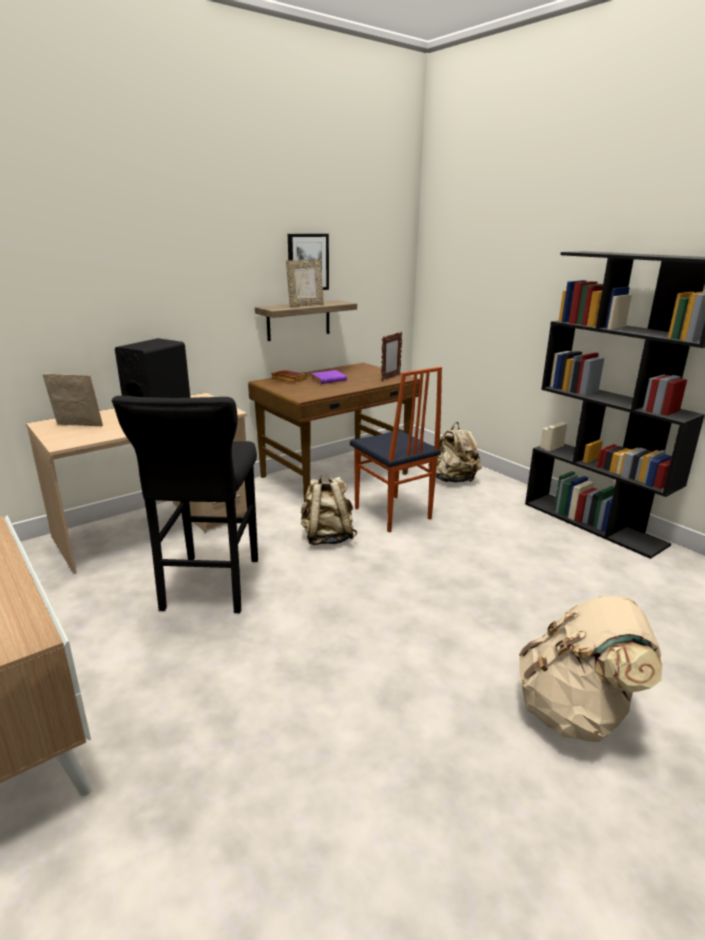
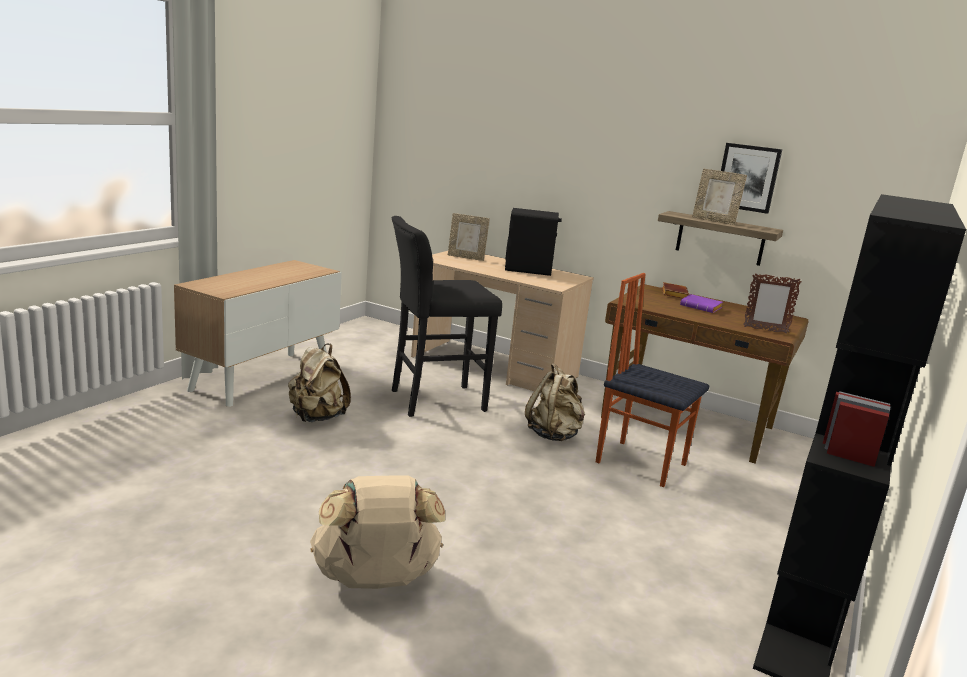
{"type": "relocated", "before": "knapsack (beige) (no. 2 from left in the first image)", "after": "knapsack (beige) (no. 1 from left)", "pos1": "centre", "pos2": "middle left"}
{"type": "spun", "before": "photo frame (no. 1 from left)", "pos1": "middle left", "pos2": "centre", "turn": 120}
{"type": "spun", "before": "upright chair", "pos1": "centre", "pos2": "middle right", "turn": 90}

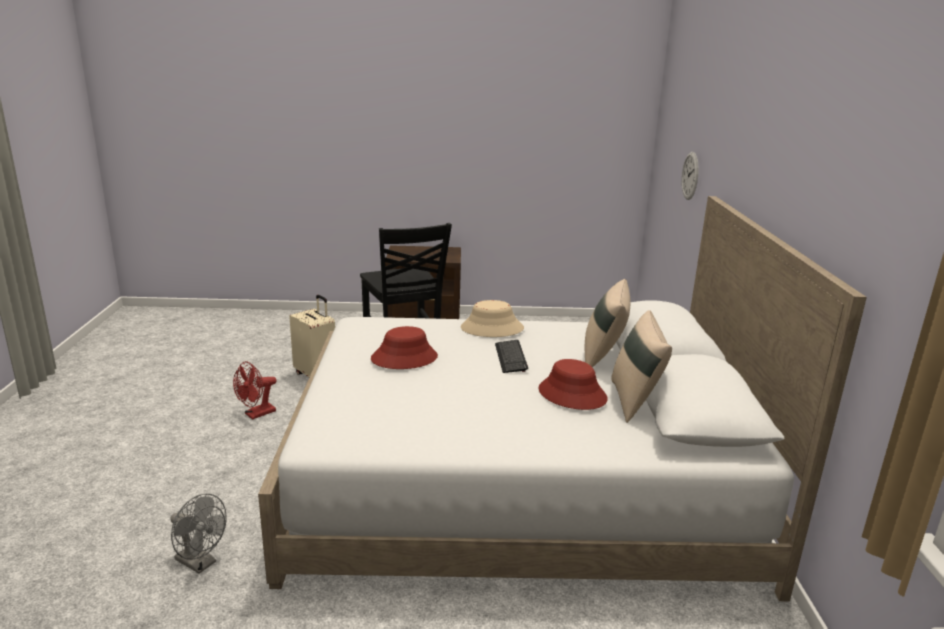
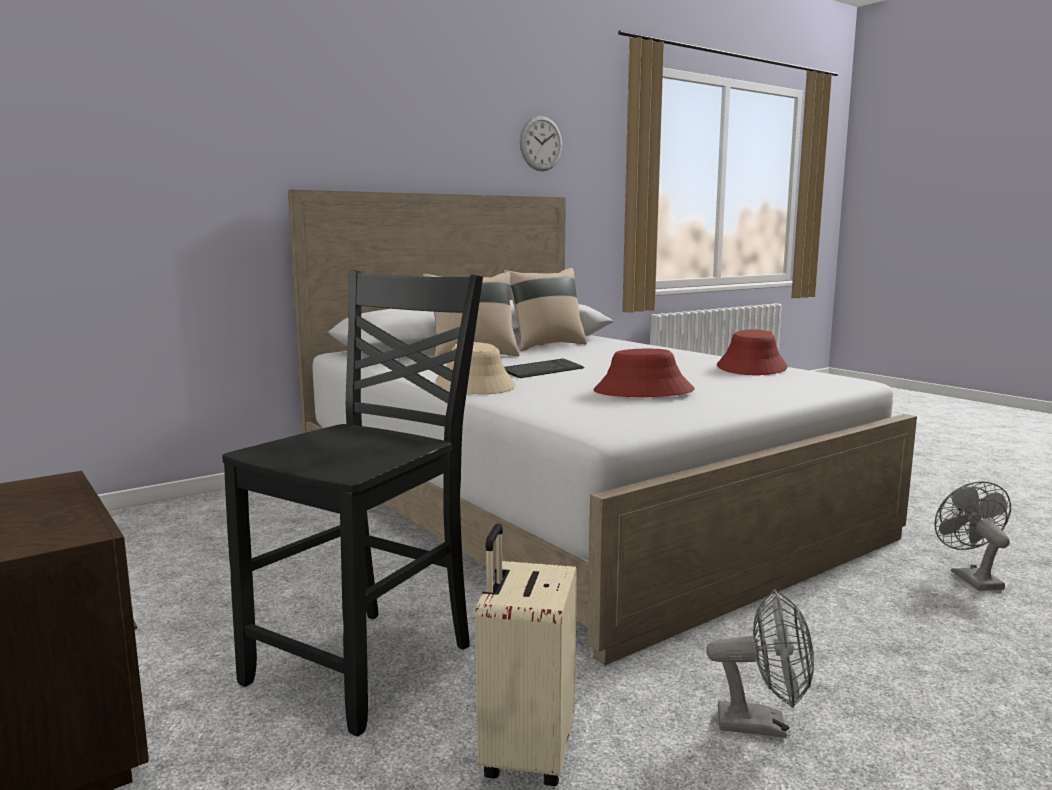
{"type": "relocated", "before": "clothing hat (red-coloured) (no. 2 from left)", "pos1": "centre", "pos2": "middle right"}
{"type": "relocated", "before": "hanging clock", "pos1": "top right", "pos2": "top centre"}
{"type": "colour", "before": "cooling fan (red-coloured)", "after": "cooling fan (greyish) (no. 1 from left)", "pos1": "middle left", "pos2": "bottom right"}

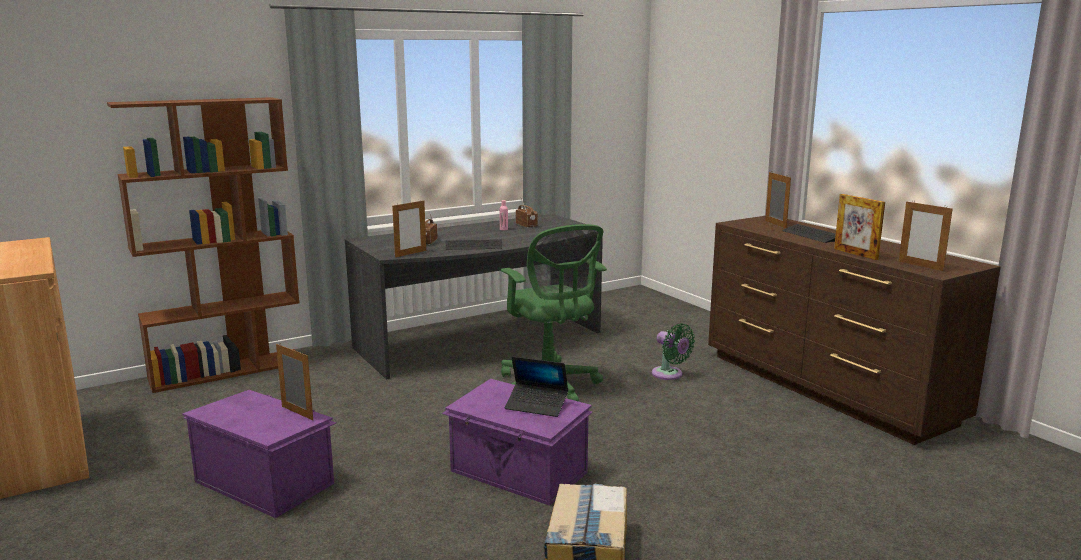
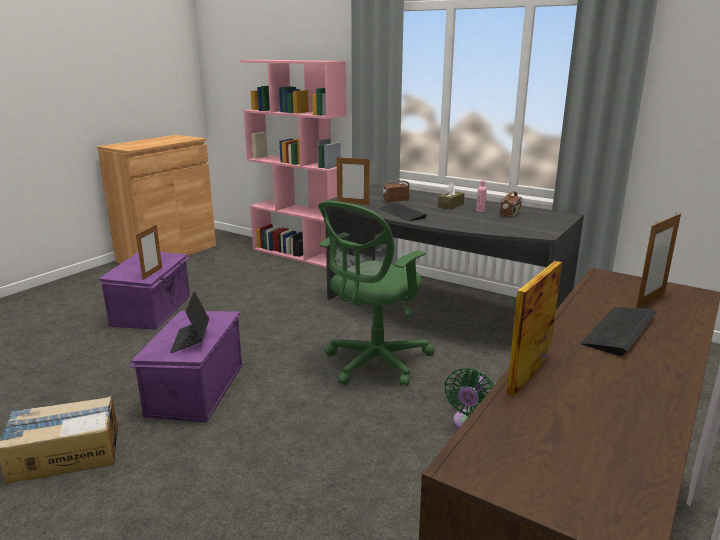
{"type": "missing", "before": "photo frame (no. 5 from left)", "pos1": "middle right"}
{"type": "appeared", "after": "box of tissues (brown-coloured)", "pos2": "centre"}
{"type": "colour", "before": "bookcase (brown-coloured)", "after": "bookcase (pink)", "pos1": "middle left", "pos2": "top centre"}

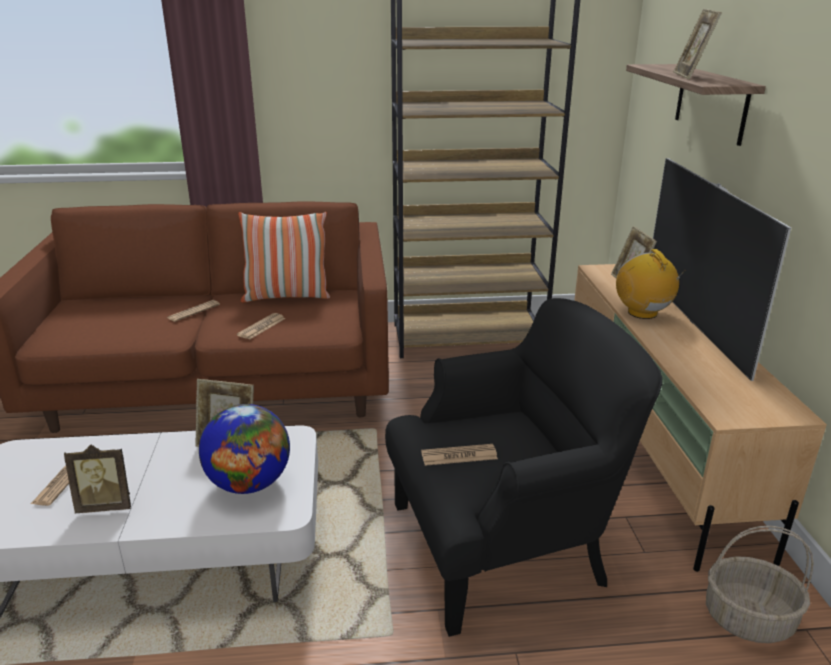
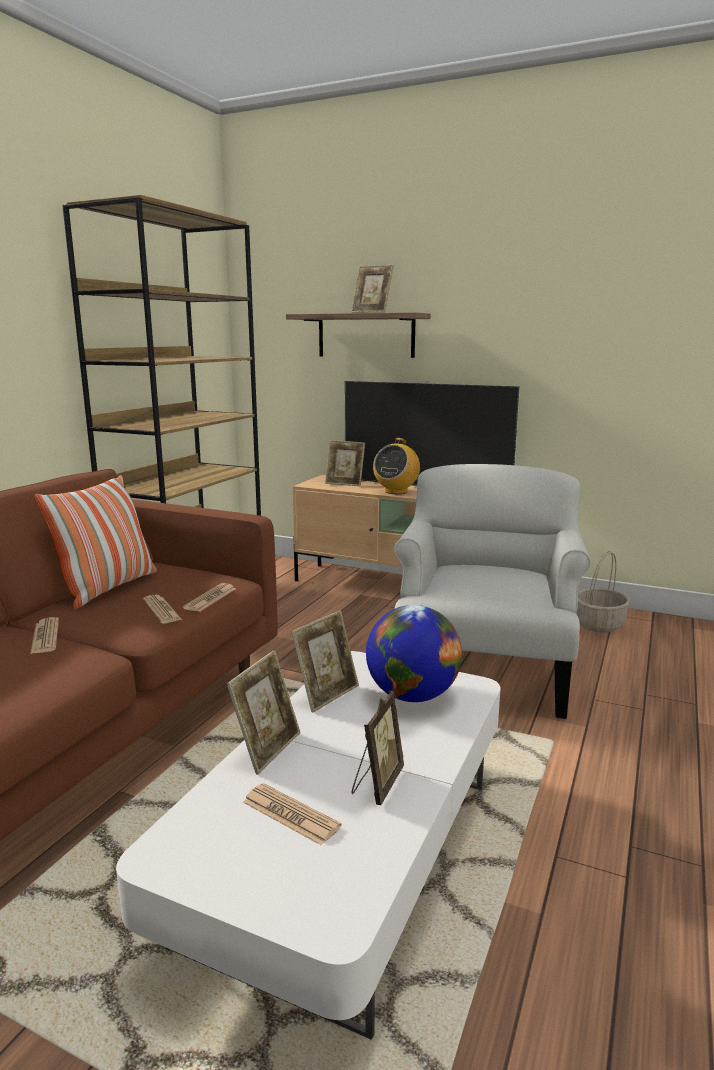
{"type": "appeared", "after": "photo frame (no. 1 from left)", "pos2": "centre"}
{"type": "relocated", "before": "newspaper (no. 4 from left in the first image)", "after": "newspaper (no. 3 from left)", "pos1": "bottom centre", "pos2": "middle left"}
{"type": "colour", "before": "armchair (blackish)", "after": "armchair (whitish)", "pos1": "bottom centre", "pos2": "middle right"}
{"type": "spun", "before": "radio", "pos1": "middle right", "pos2": "centre", "turn": -75}

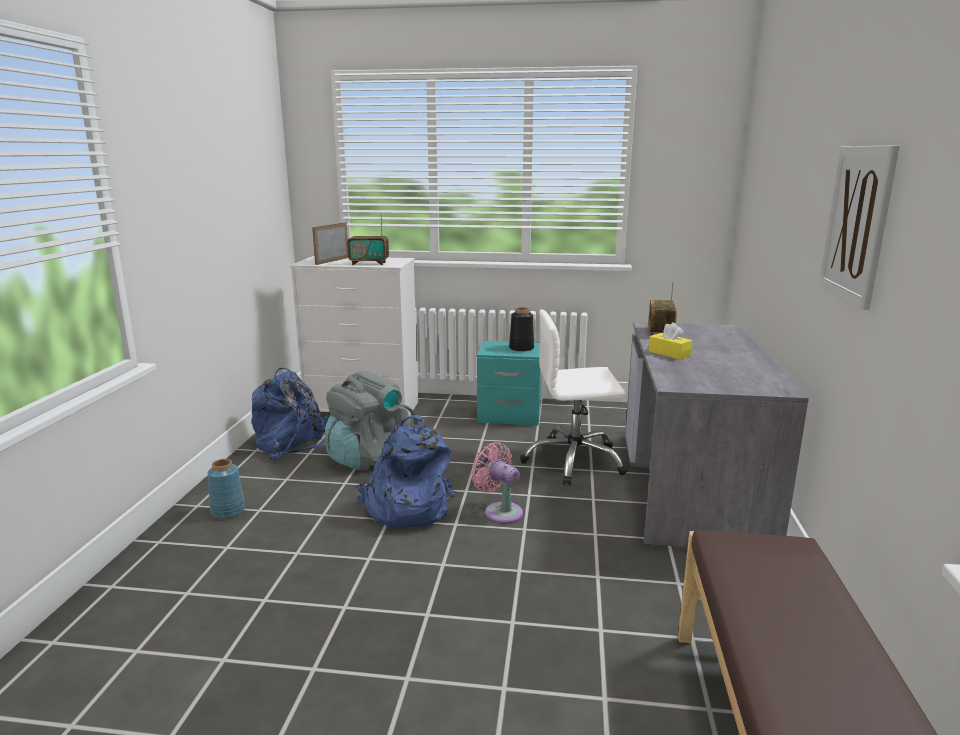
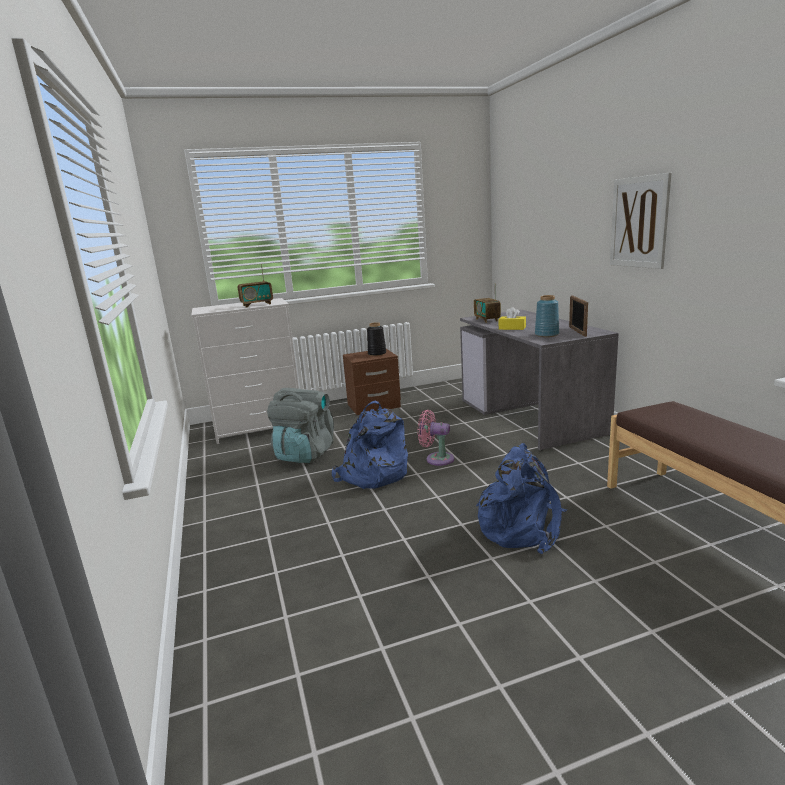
{"type": "missing", "before": "office chair (whitish)", "pos1": "centre"}
{"type": "relocated", "before": "flower vase (blue-coloured)", "pos1": "middle left", "pos2": "middle right"}
{"type": "relocated", "before": "knapsack (blue-coloured) (no. 1 from left in the first image)", "after": "knapsack (blue-coloured) (no. 2 from left)", "pos1": "middle left", "pos2": "centre"}
{"type": "relocated", "before": "photo frame", "pos1": "top centre", "pos2": "middle right"}
{"type": "colour", "before": "bedside table (turquoise)", "after": "bedside table (brown-coloured)", "pos1": "centre", "pos2": "centre"}

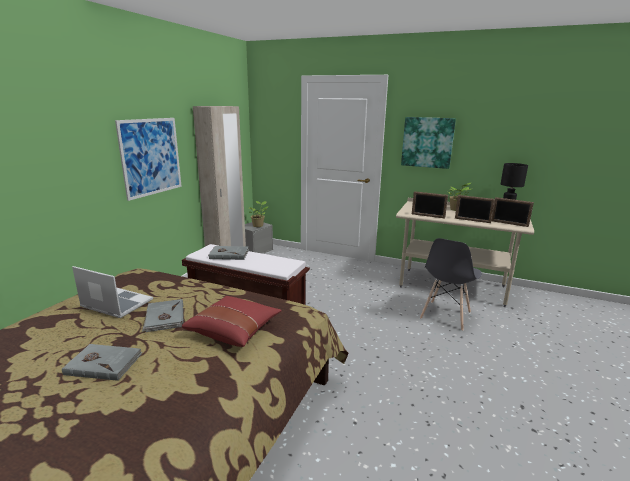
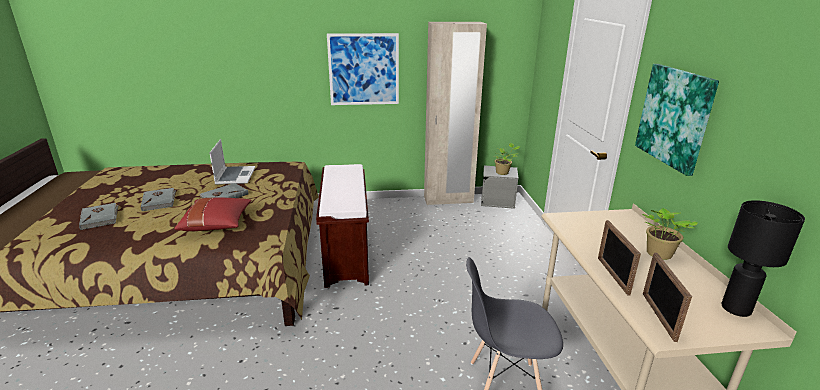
{"type": "missing", "before": "photo frame (no. 1 from left)", "pos1": "middle right"}
{"type": "relocated", "before": "bound book (greyish) (no. 3 from left in the first image)", "after": "bound book (greyish) (no. 1 from left)", "pos1": "centre", "pos2": "middle left"}

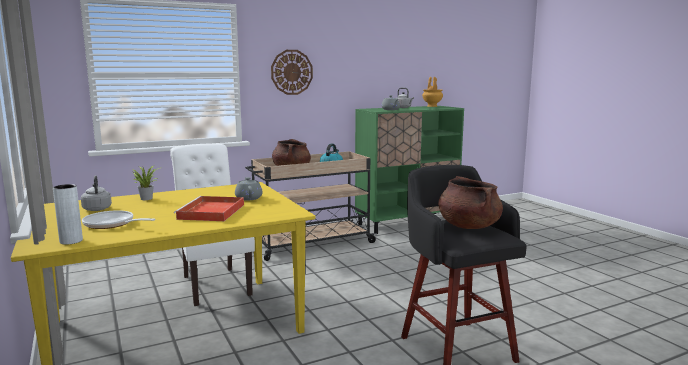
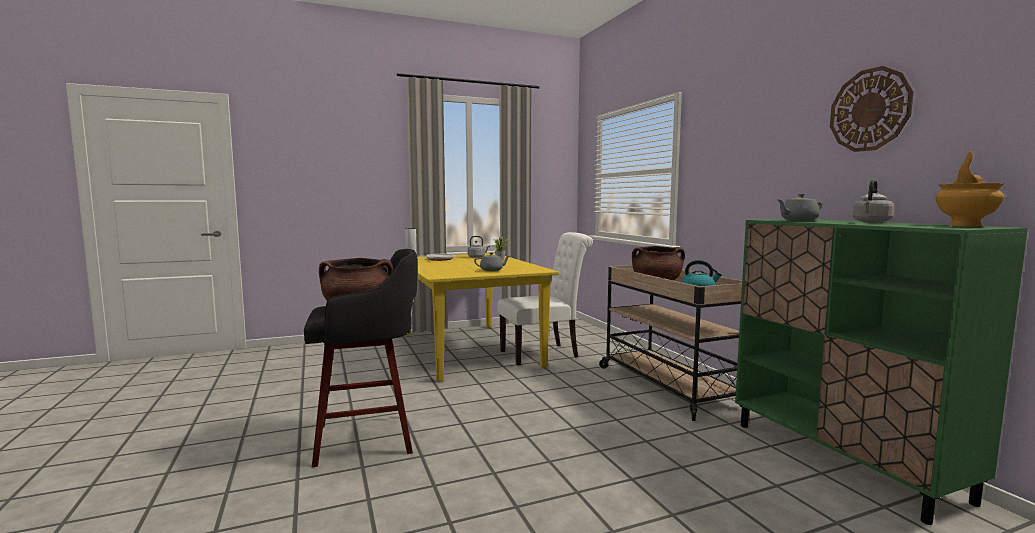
{"type": "missing", "before": "tray (red-coloured)", "pos1": "middle left"}
{"type": "relocated", "before": "hanging clock", "pos1": "top centre", "pos2": "top right"}

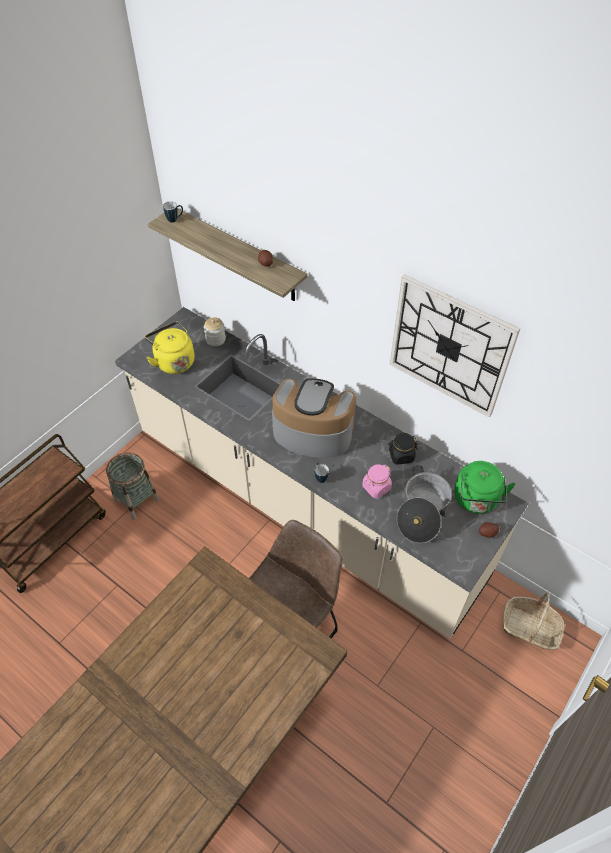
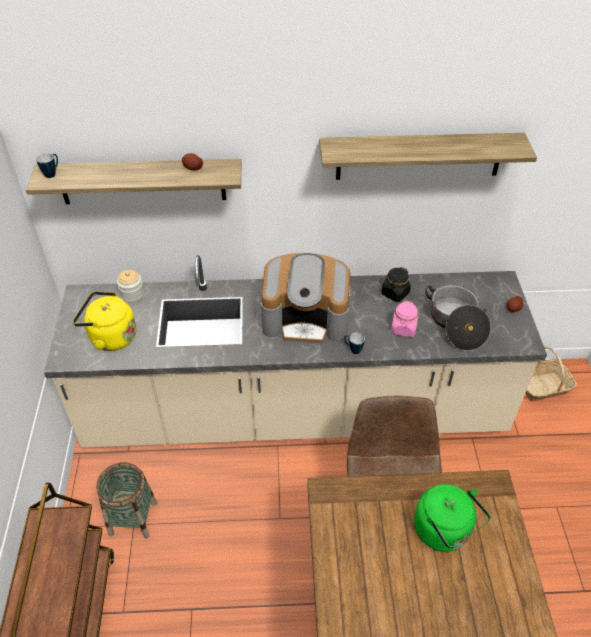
{"type": "relocated", "before": "kettle (green)", "pos1": "middle right", "pos2": "bottom right"}
{"type": "exchanged", "before": "hanging clock", "after": "shelf (no. 2 from left)", "pos1": "middle right", "pos2": "top right"}
{"type": "spun", "before": "coffee brewer", "pos1": "centre", "pos2": "centre", "turn": -150}

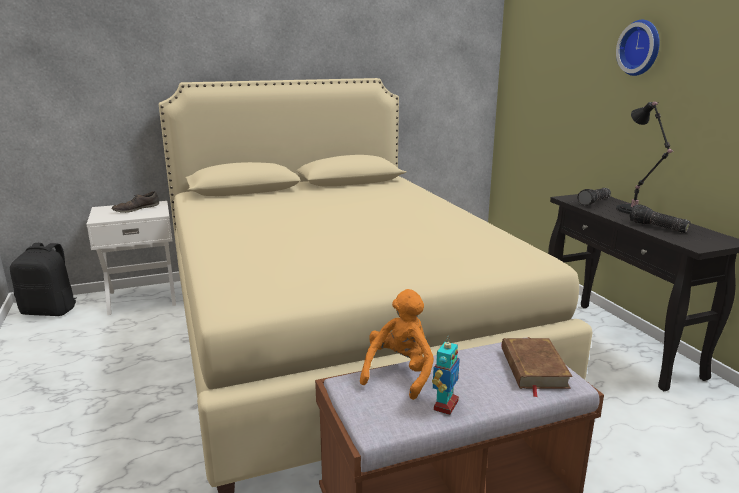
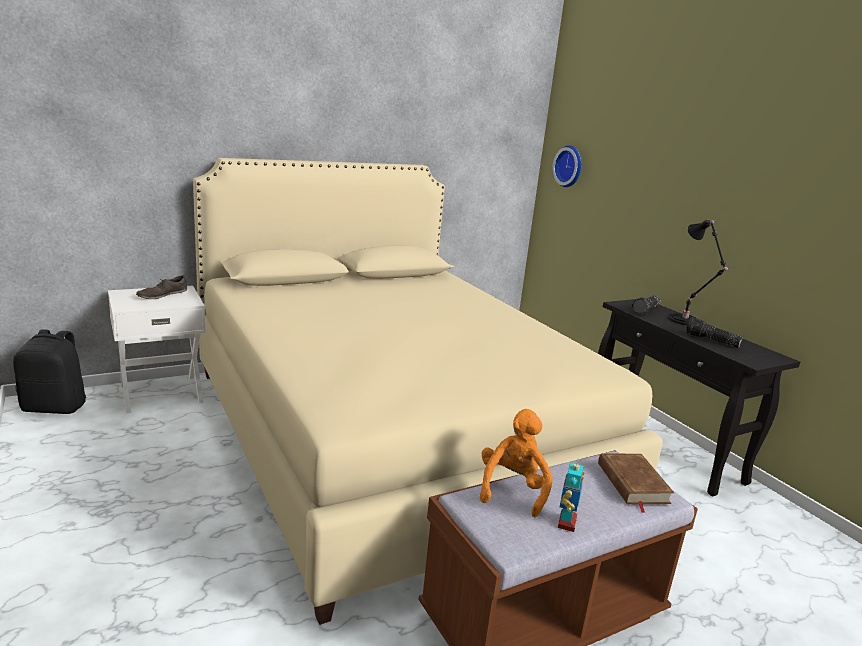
{"type": "relocated", "before": "hanging clock", "pos1": "top right", "pos2": "top centre"}

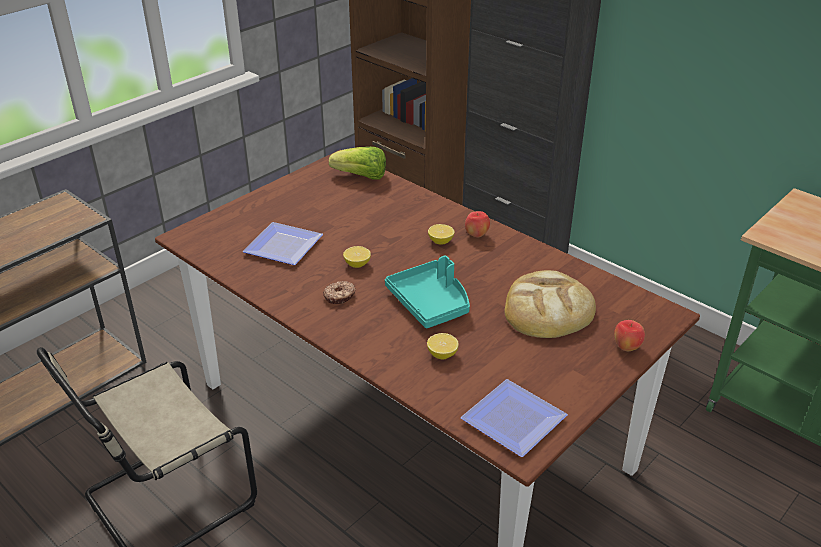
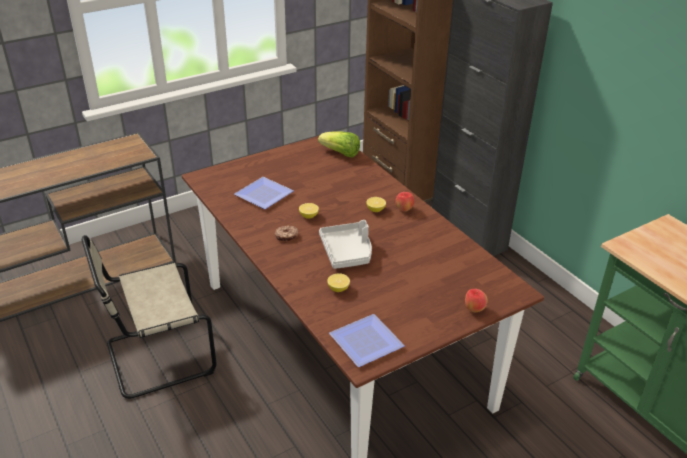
{"type": "missing", "before": "bakery bread", "pos1": "middle right"}
{"type": "colour", "before": "tray (turquoise)", "after": "tray (greyish)", "pos1": "centre", "pos2": "centre"}

